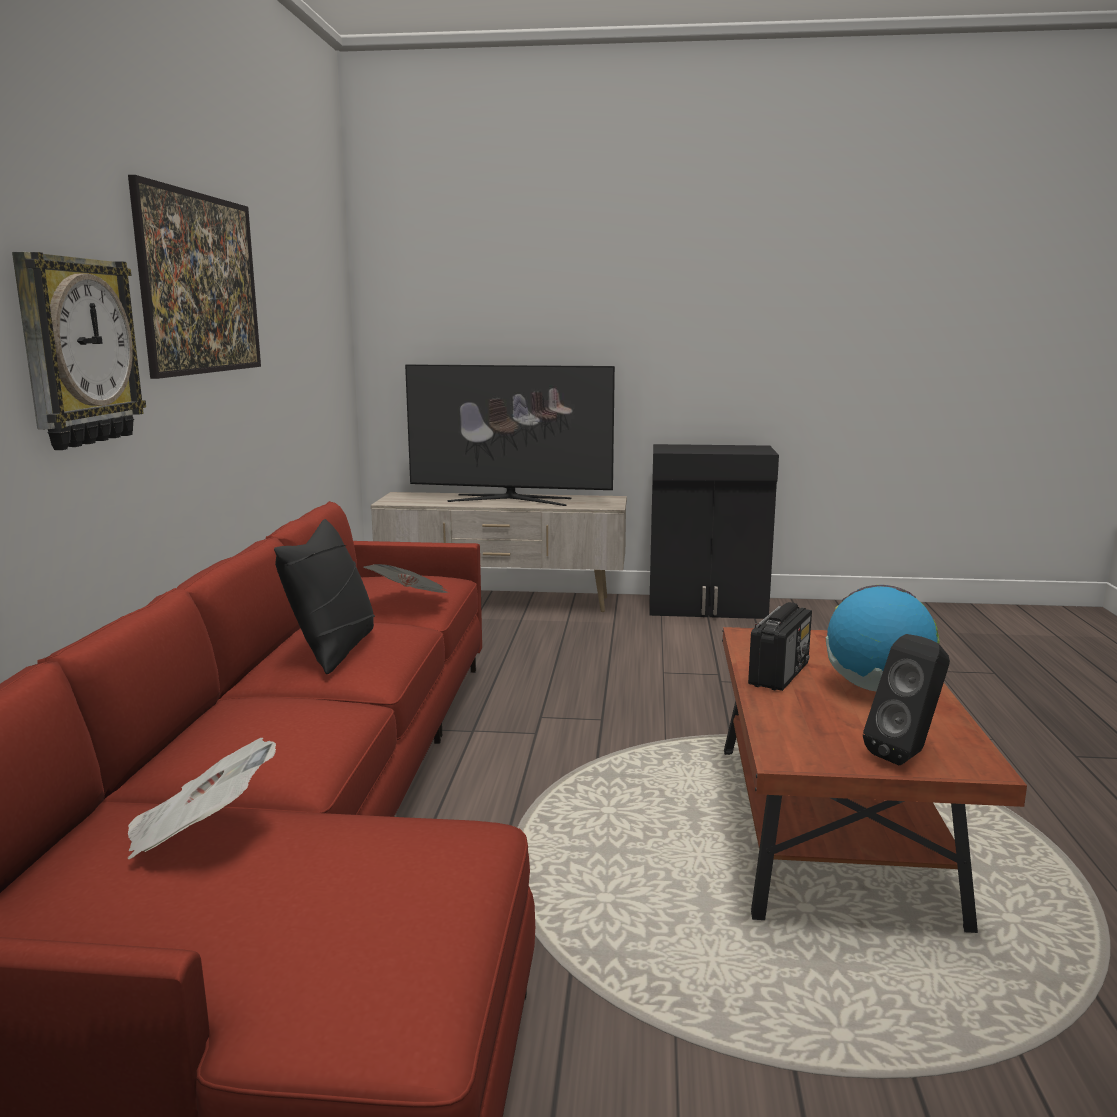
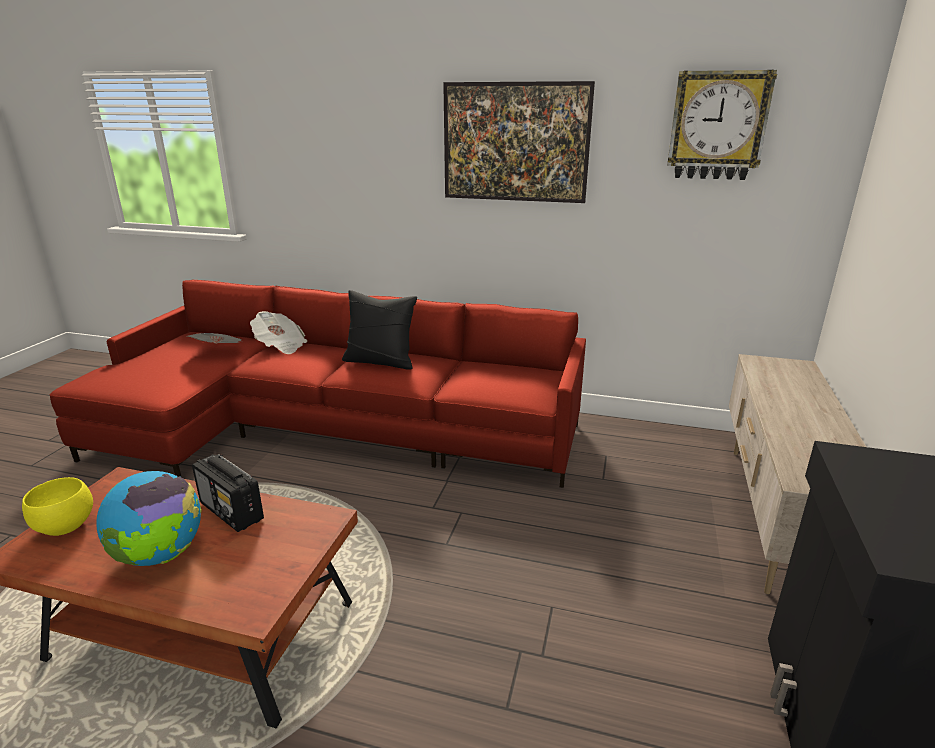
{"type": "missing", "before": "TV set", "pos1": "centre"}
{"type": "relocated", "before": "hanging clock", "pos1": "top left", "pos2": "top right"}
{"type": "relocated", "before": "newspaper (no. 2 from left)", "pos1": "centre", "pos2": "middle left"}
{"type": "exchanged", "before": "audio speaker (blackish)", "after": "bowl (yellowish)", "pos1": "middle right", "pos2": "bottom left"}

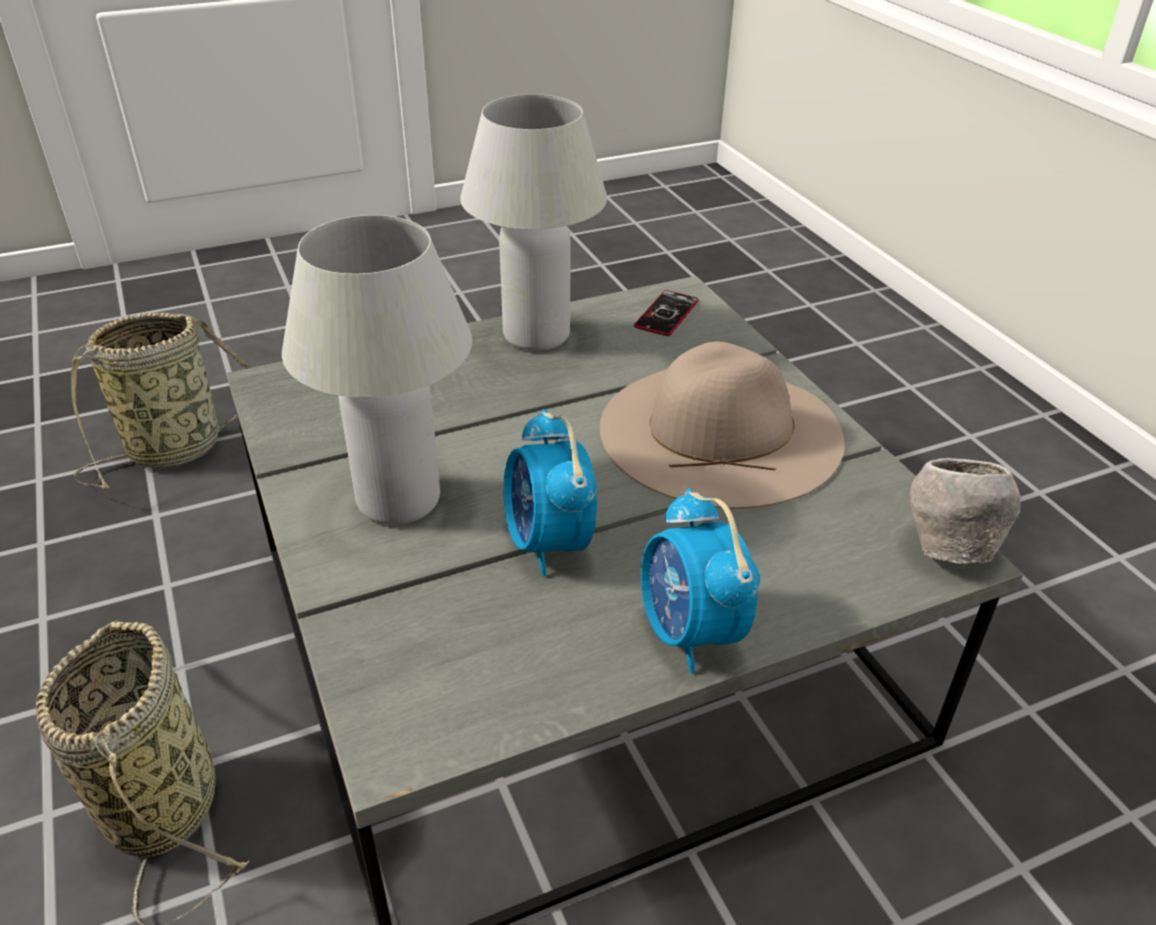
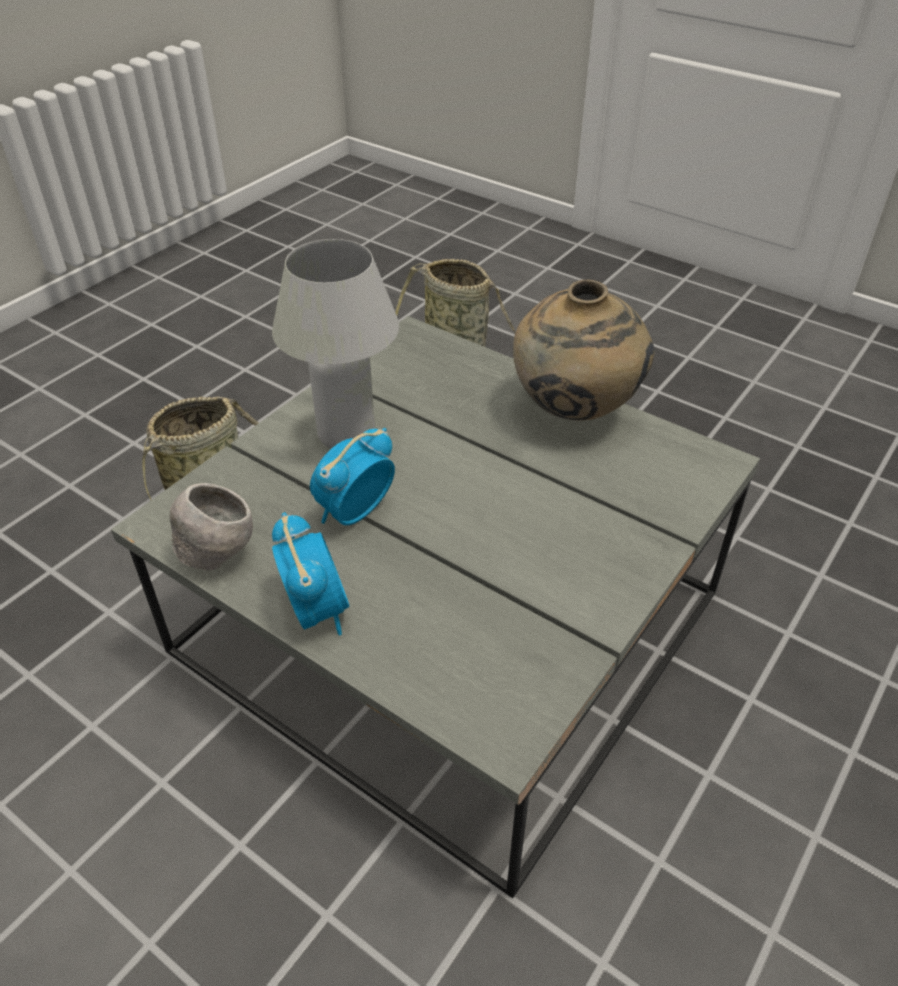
{"type": "missing", "before": "clothing hat (beige)", "pos1": "centre"}
{"type": "missing", "before": "phone", "pos1": "centre"}
{"type": "relocated", "before": "bowl (greyish)", "pos1": "middle right", "pos2": "middle left"}
{"type": "exchanged", "before": "lamp for a table (whitish) (no. 2 from left)", "after": "flower vase (beige)", "pos1": "top centre", "pos2": "centre"}
{"type": "spun", "before": "alarm clock (no. 2 from left in the first image)", "pos1": "centre", "pos2": "centre", "turn": 120}

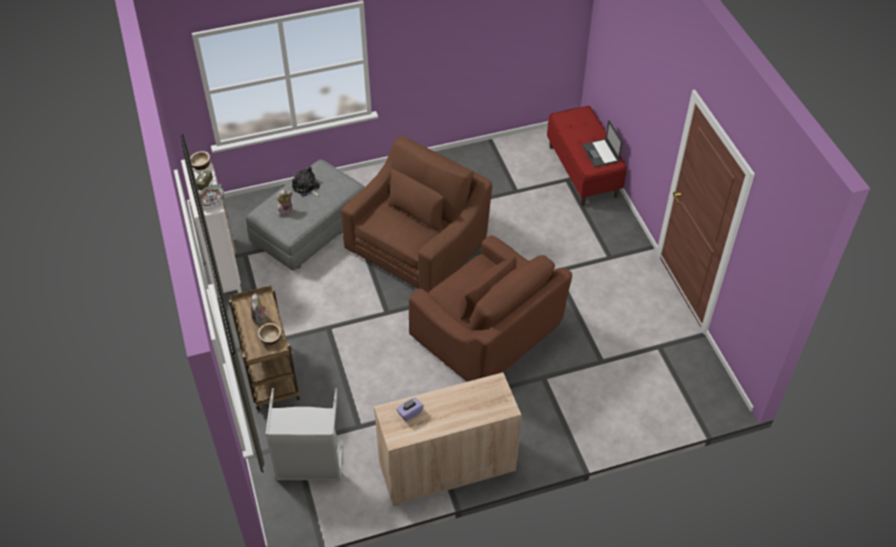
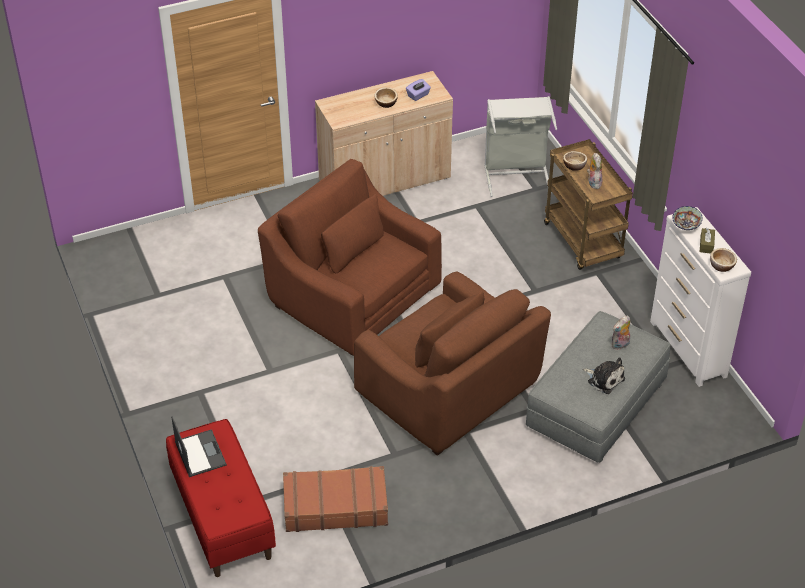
{"type": "appeared", "after": "piece of luggage (brown-coloured)", "pos2": "bottom centre"}
{"type": "appeared", "after": "bowl (no. 1 from left)", "pos2": "top centre"}
{"type": "spun", "before": "armchair (brown-coloured) (no. 1 from left in the first image)", "pos1": "centre", "pos2": "centre", "turn": -75}

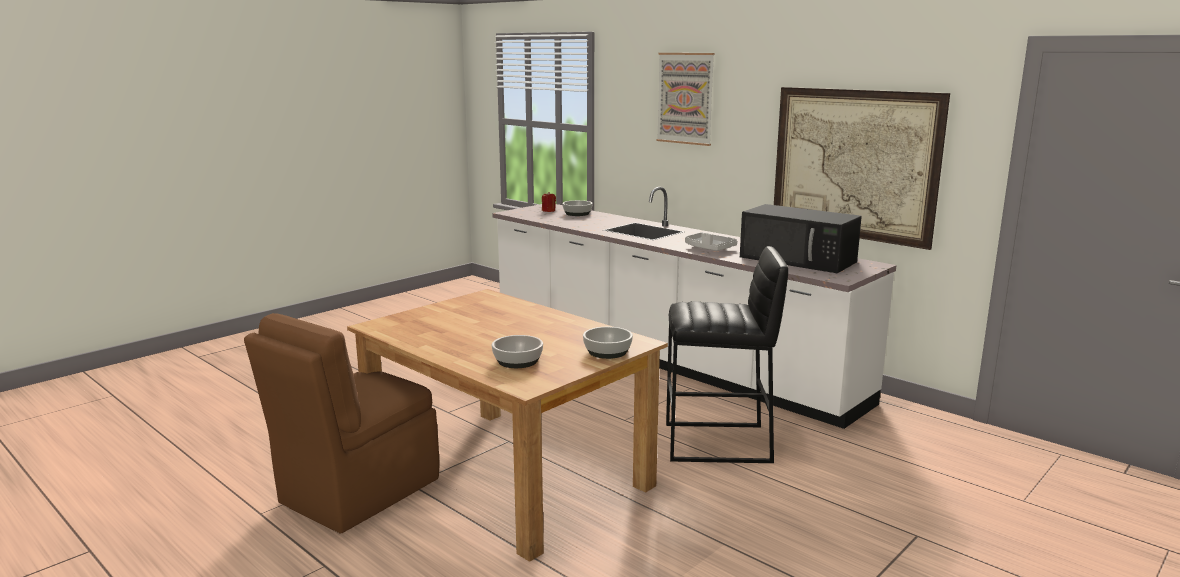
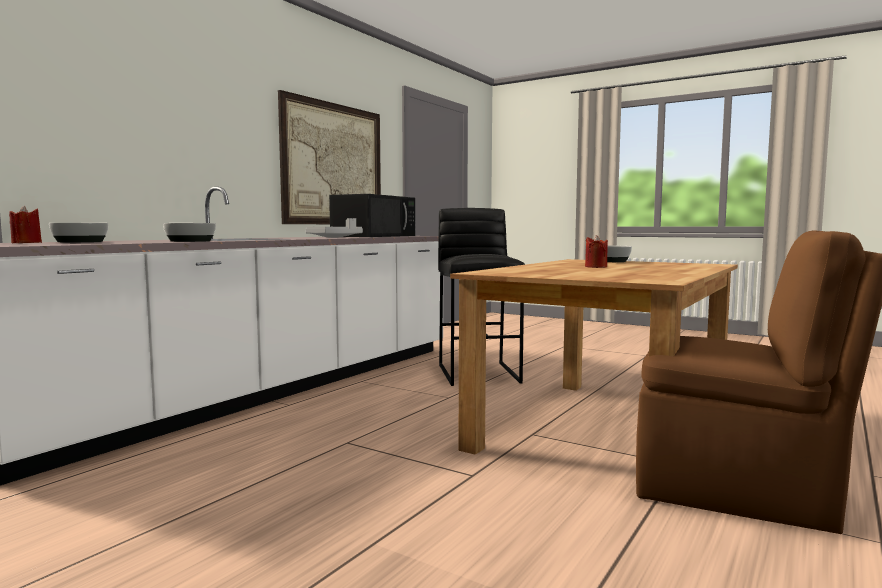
{"type": "missing", "before": "picture (no. 1 from left)", "pos1": "top centre"}
{"type": "appeared", "after": "wax candle (red-coloured) (no. 2 from left)", "pos2": "middle right"}
{"type": "relocated", "before": "bowl (no. 1 from left in the first image)", "after": "bowl (no. 2 from left)", "pos1": "centre", "pos2": "middle left"}

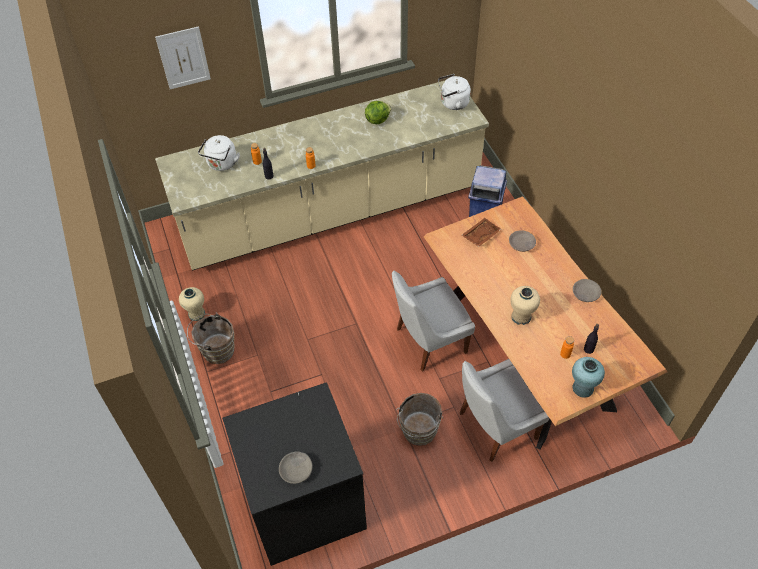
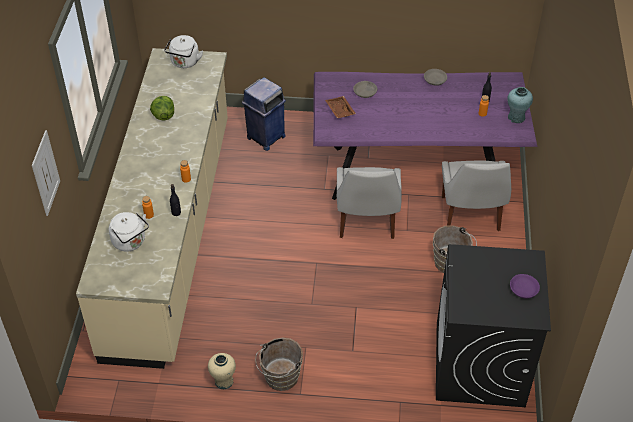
{"type": "missing", "before": "flower vase (beige) (no. 2 from left)", "pos1": "middle right"}
{"type": "colour", "before": "bowl (greyish) (no. 1 from left)", "after": "bowl (purple-coloured)", "pos1": "bottom centre", "pos2": "bottom right"}
{"type": "colour", "before": "kitchen table (brown-coloured)", "after": "kitchen table (purple-coloured)", "pos1": "middle right", "pos2": "top right"}

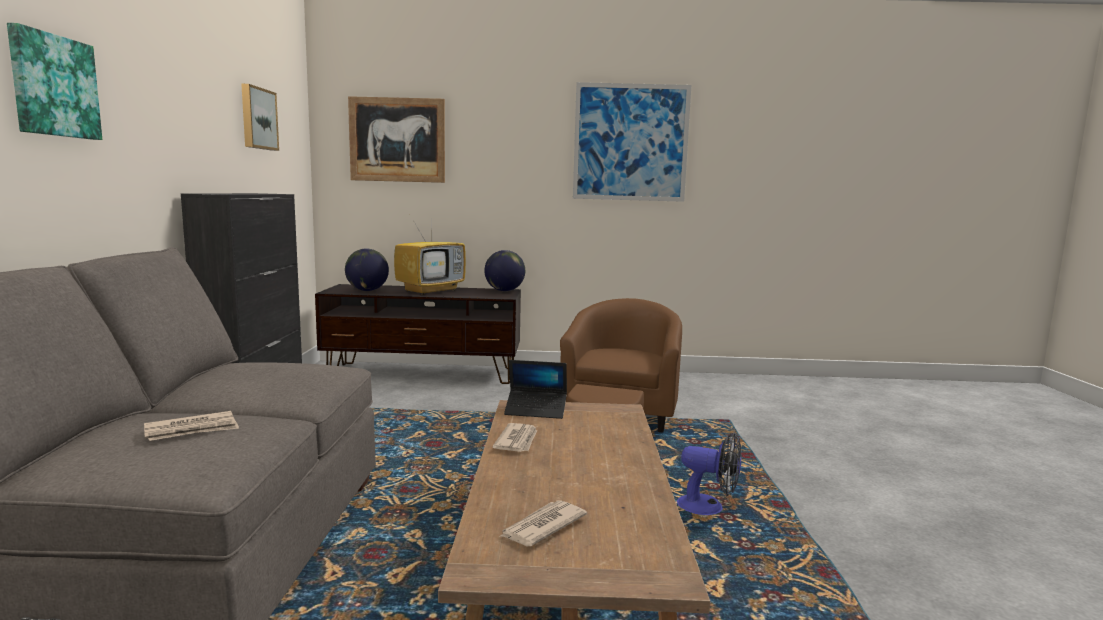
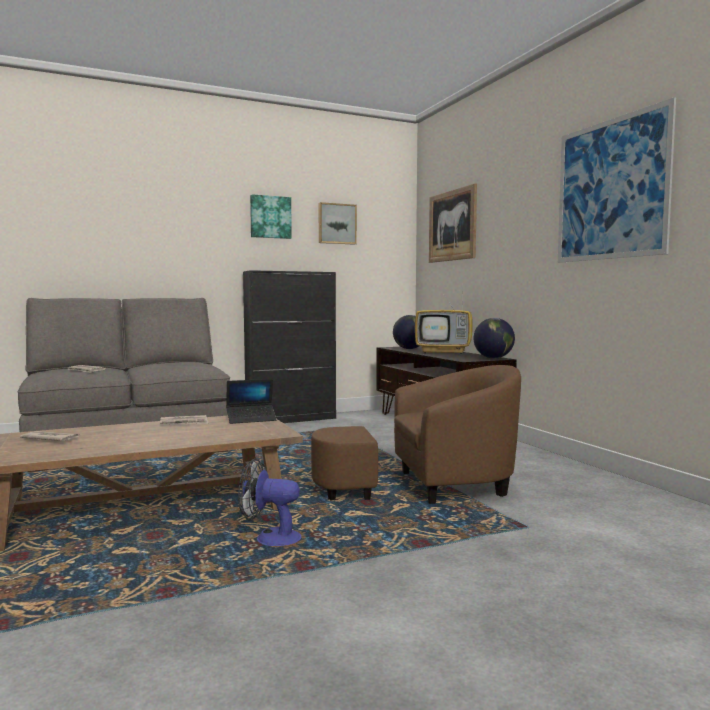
{"type": "relocated", "before": "picture (no. 1 from left)", "pos1": "top left", "pos2": "top centre"}
{"type": "spun", "before": "laptop", "pos1": "centre", "pos2": "centre", "turn": -90}
{"type": "spun", "before": "cooling fan", "pos1": "bottom centre", "pos2": "bottom centre", "turn": 105}

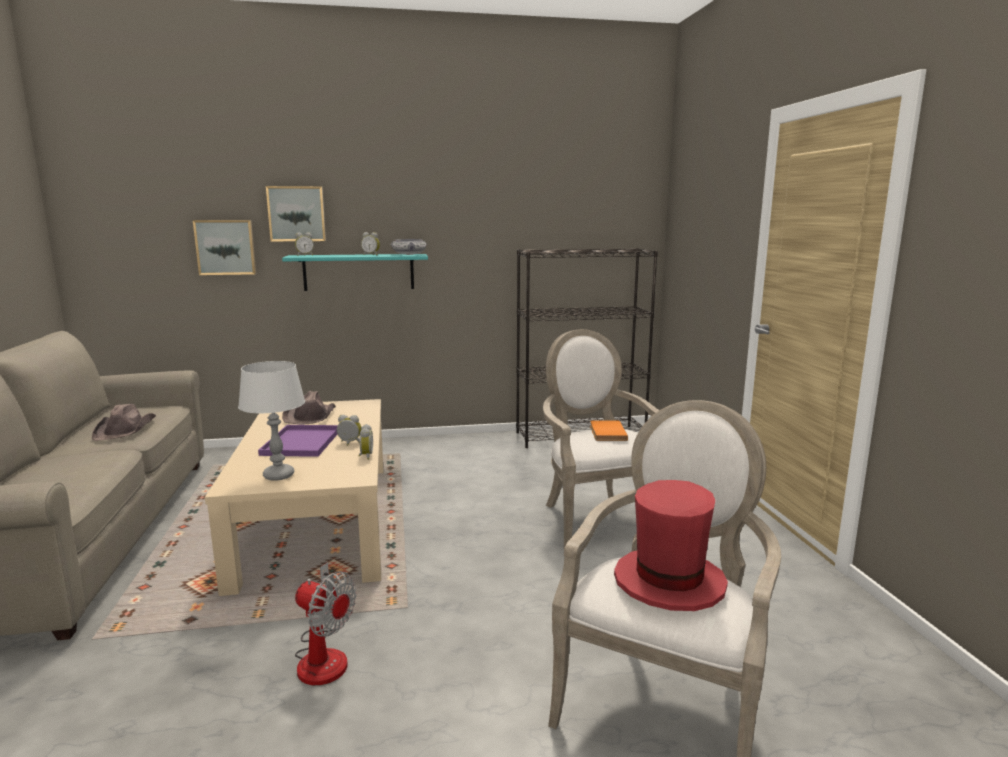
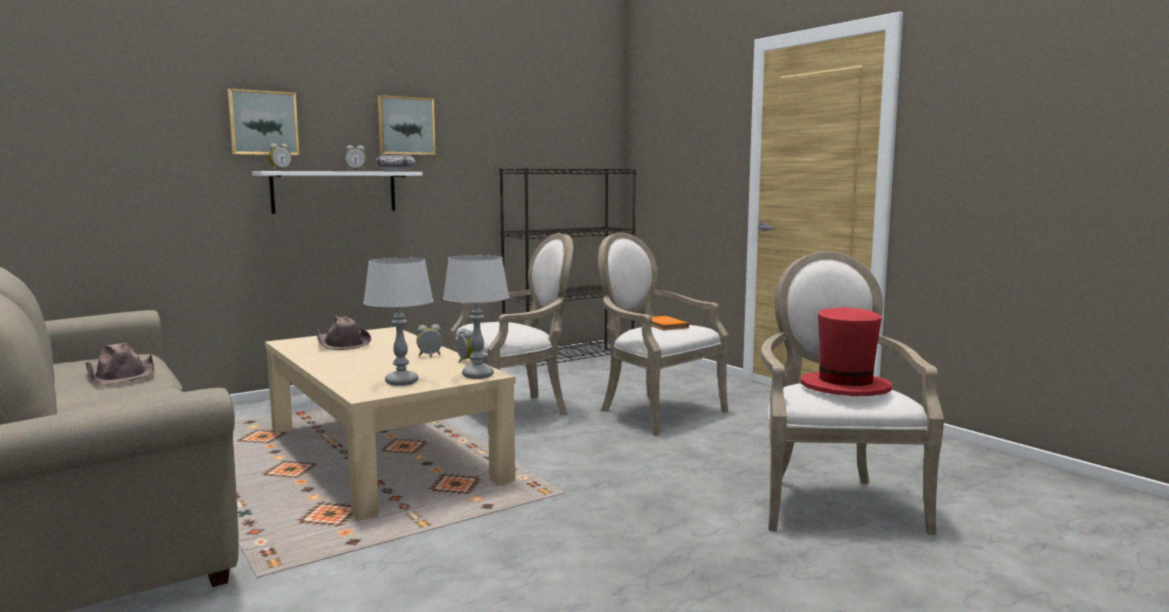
{"type": "missing", "before": "tray (purple-coloured)", "pos1": "middle left"}
{"type": "missing", "before": "cooling fan", "pos1": "bottom left"}
{"type": "appeared", "after": "lamp for a table (greyish) (no. 2 from left)", "pos2": "centre"}
{"type": "appeared", "after": "armchair (no. 1 from left)", "pos2": "centre"}
{"type": "relocated", "before": "picture (no. 1 from left in the first image)", "after": "picture (no. 2 from left)", "pos1": "top left", "pos2": "top centre"}
{"type": "colour", "before": "shelf (turquoise)", "after": "shelf (whitish)", "pos1": "centre", "pos2": "top left"}

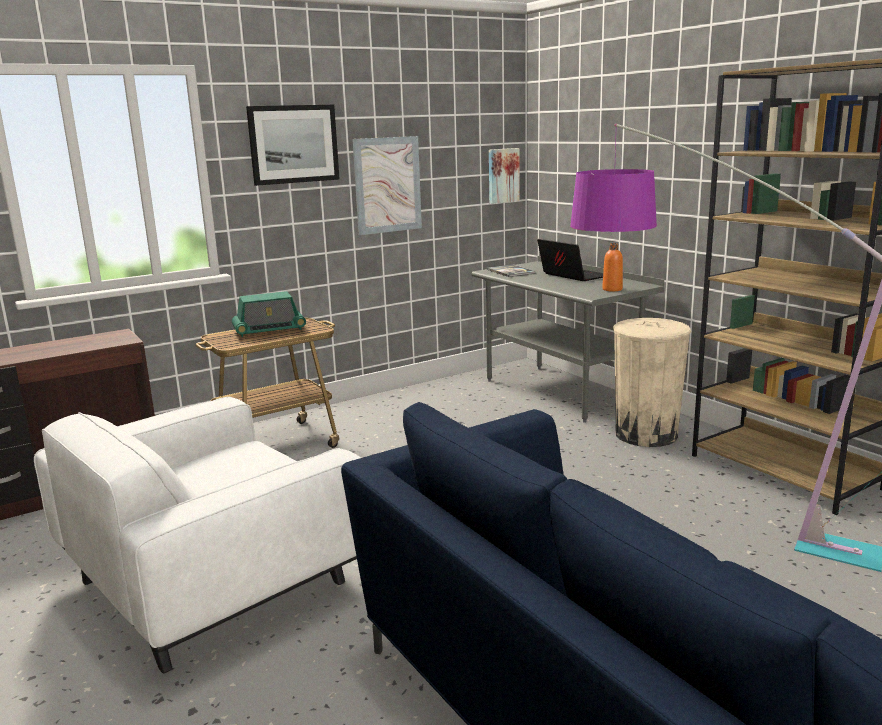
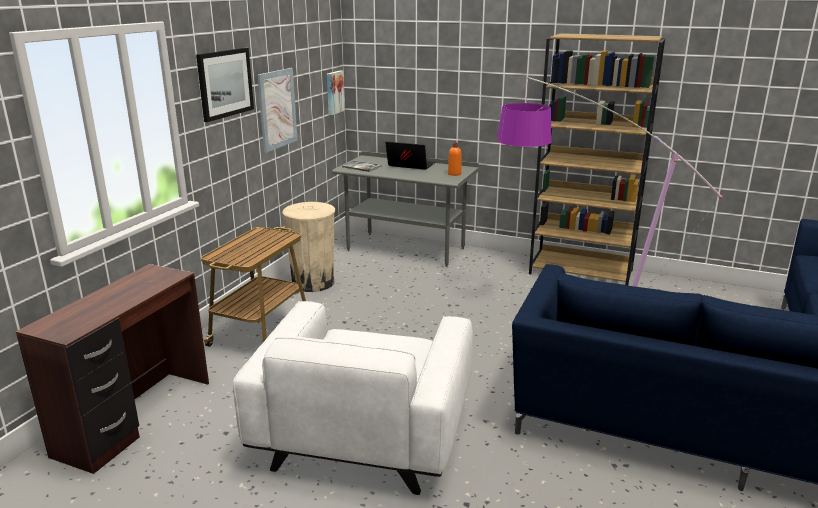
{"type": "missing", "before": "radio", "pos1": "middle left"}
{"type": "relocated", "before": "waste bin (beige)", "pos1": "middle right", "pos2": "centre"}

